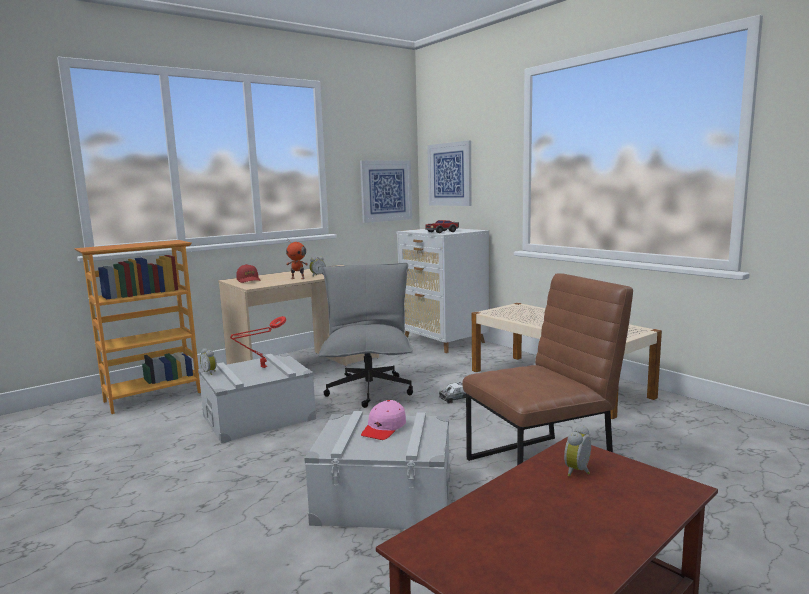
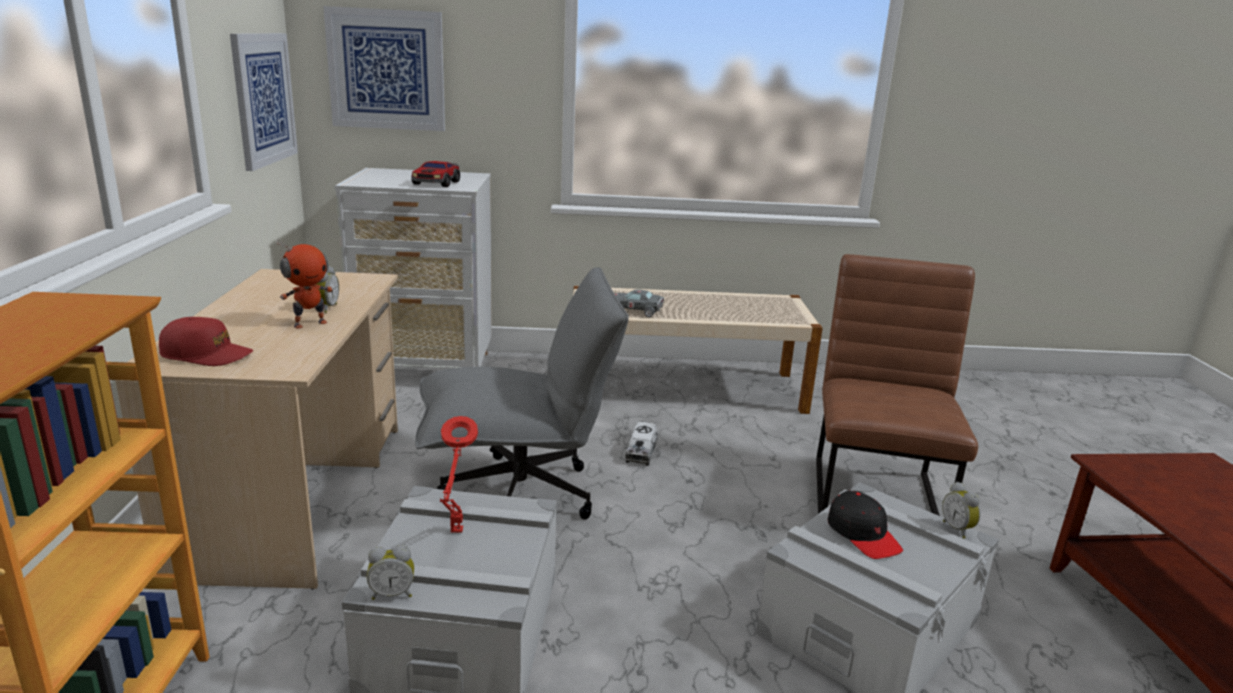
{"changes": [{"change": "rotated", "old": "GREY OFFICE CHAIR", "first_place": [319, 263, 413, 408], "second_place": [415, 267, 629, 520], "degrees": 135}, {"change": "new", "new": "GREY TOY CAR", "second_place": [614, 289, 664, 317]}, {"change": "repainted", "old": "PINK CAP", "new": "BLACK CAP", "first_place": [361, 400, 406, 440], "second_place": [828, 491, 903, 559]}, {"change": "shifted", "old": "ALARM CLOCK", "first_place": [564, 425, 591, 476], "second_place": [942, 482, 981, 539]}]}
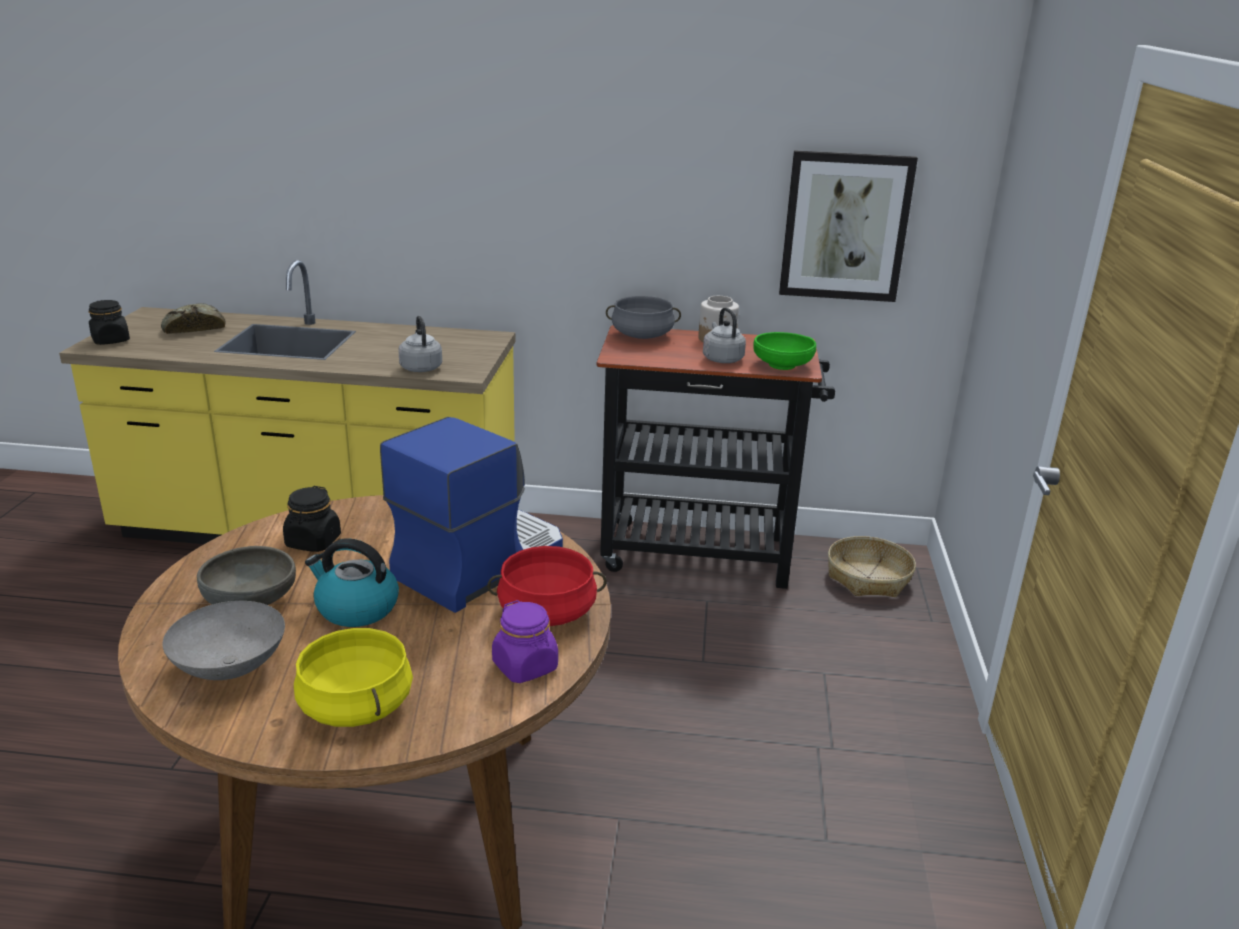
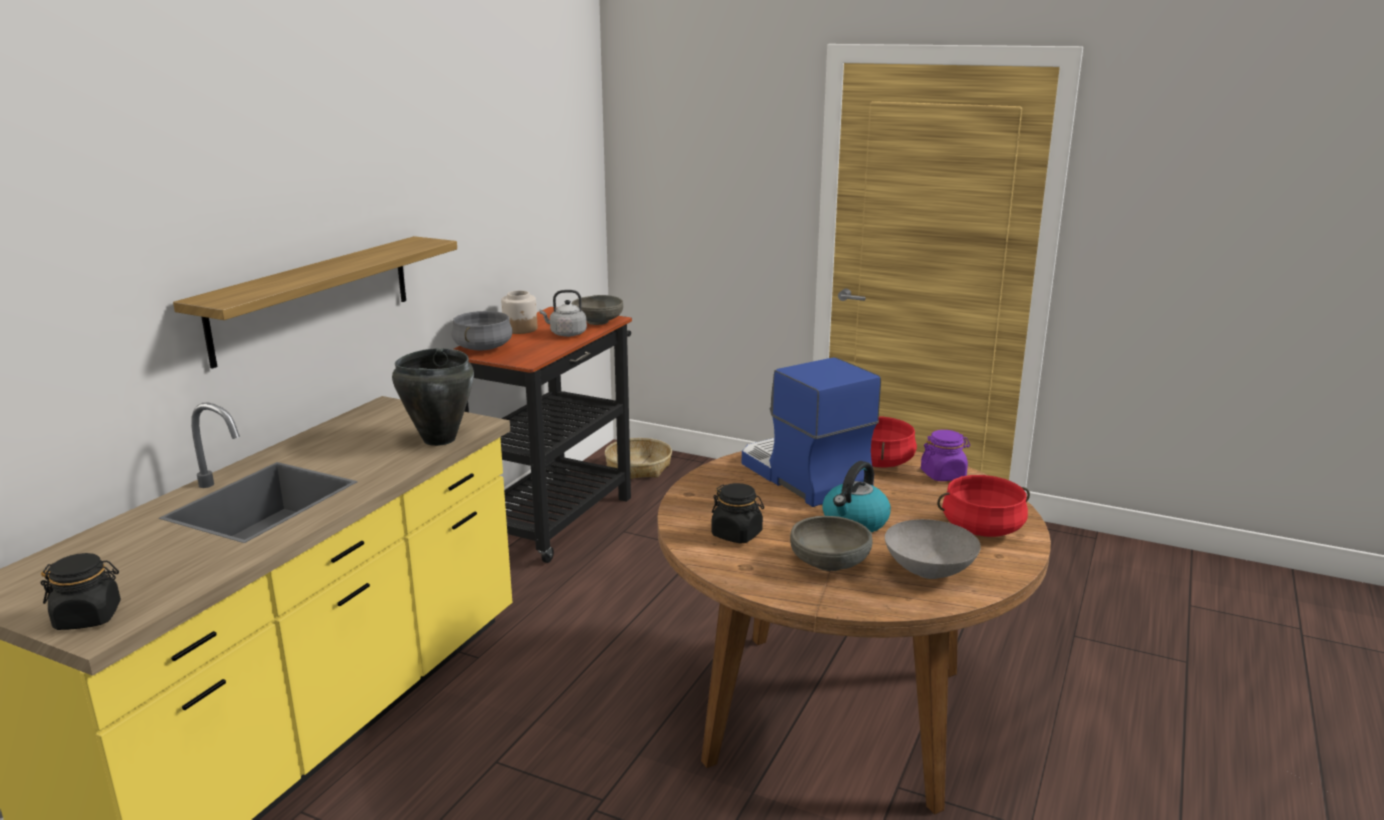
{"changes": [{"change": "new", "new": "SHELF", "second_place": [173, 236, 457, 369]}, {"change": "swapped", "old": "GREY KETTLE", "new": "BLACK COOKING POT", "first_place": [398, 316, 442, 372], "second_place": [392, 348, 474, 446]}, {"change": "repainted", "old": "GREEN BOWL", "new": "GREY BOWL", "first_place": [753, 332, 816, 370], "second_place": [572, 295, 623, 325]}, {"change": "repainted", "old": "YELLOW COOKING POT", "new": "RED COOKING POT", "first_place": [294, 627, 413, 727], "second_place": [937, 475, 1030, 537]}, {"change": "gone", "old": "BREAD", "first_place": [161, 303, 226, 334]}, {"change": "gone", "old": "PICTURE", "first_place": [779, 150, 918, 302]}]}
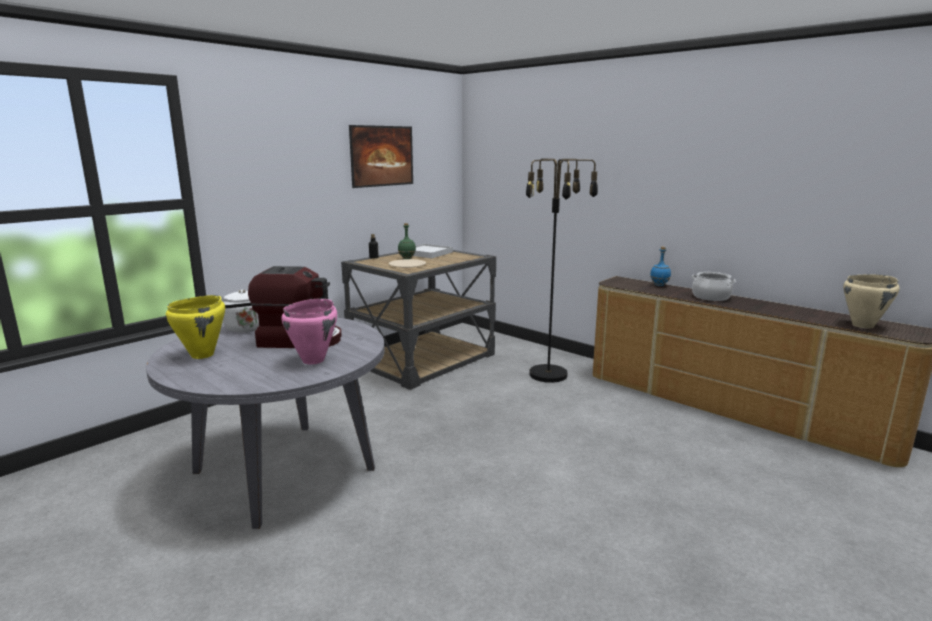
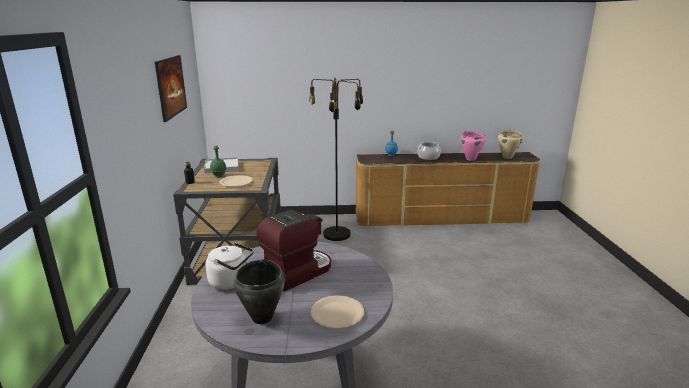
{"changes": [{"change": "repainted", "old": "YELLOW COOKING POT", "new": "BLACK COOKING POT", "first_place": [166, 295, 225, 359], "second_place": [234, 259, 285, 324]}, {"change": "new", "new": "BEIGE PLATE", "second_place": [311, 295, 364, 329]}, {"change": "shifted", "old": "PINK COOKING POT", "first_place": [281, 298, 337, 364], "second_place": [461, 131, 486, 161]}]}
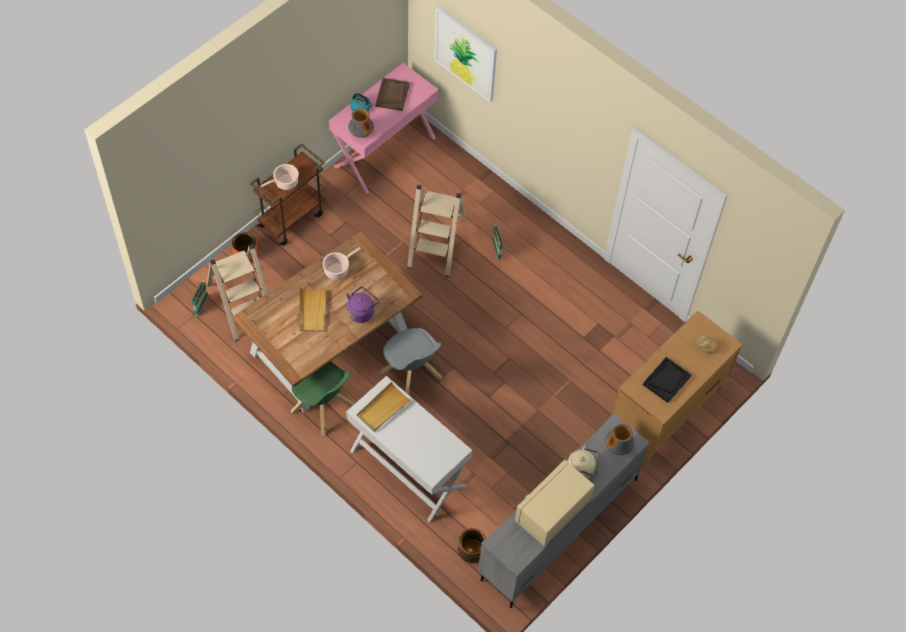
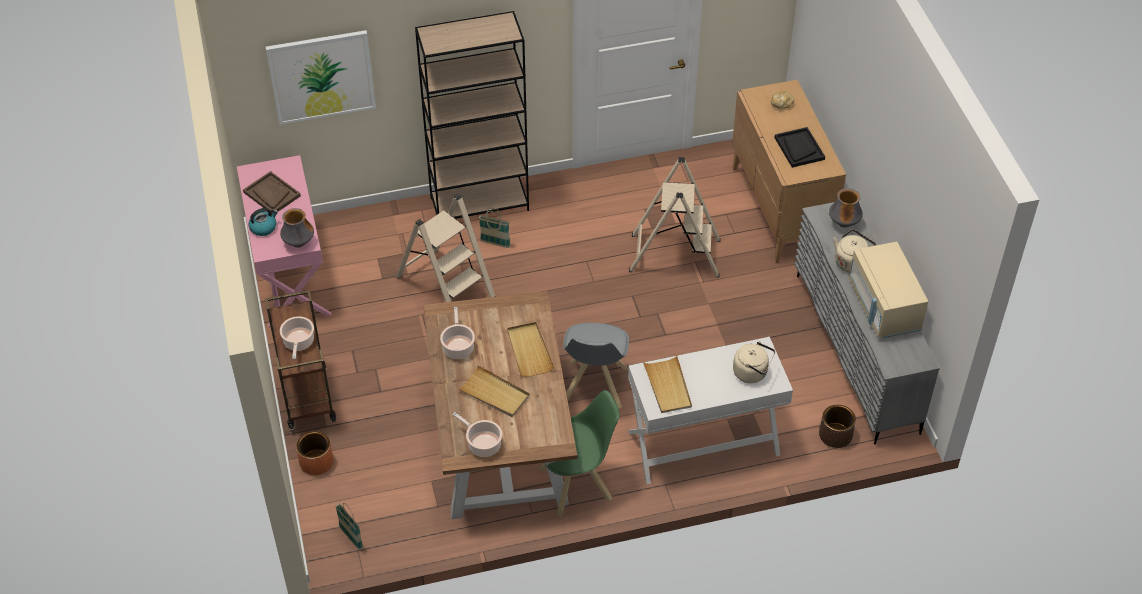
{"changes": [{"change": "new", "new": "BEIGE BOOKCASE", "second_place": [415, 11, 529, 219]}, {"change": "new", "new": "COOKING POT", "second_place": [452, 412, 502, 457]}, {"change": "swapped", "old": "PURPLE KETTLE", "new": "BEIGE TRAY", "first_place": [346, 287, 379, 323], "second_place": [507, 322, 555, 377]}, {"change": "rotated", "old": "GREY CHAIR", "first_place": [380, 328, 442, 395], "second_place": [563, 323, 629, 410], "degrees": 105}, {"change": "shifted", "old": "BEIGE STEP LADDER", "first_place": [206, 244, 267, 342], "second_place": [629, 157, 721, 278]}, {"change": "new", "new": "BEIGE KETTLE", "second_place": [733, 341, 775, 383]}]}
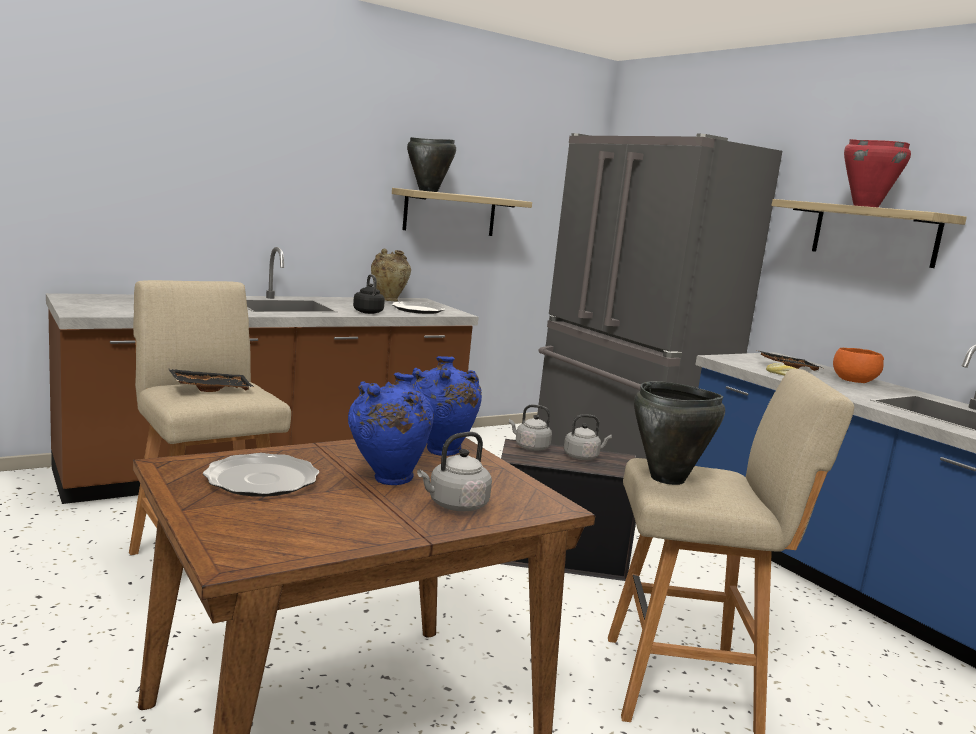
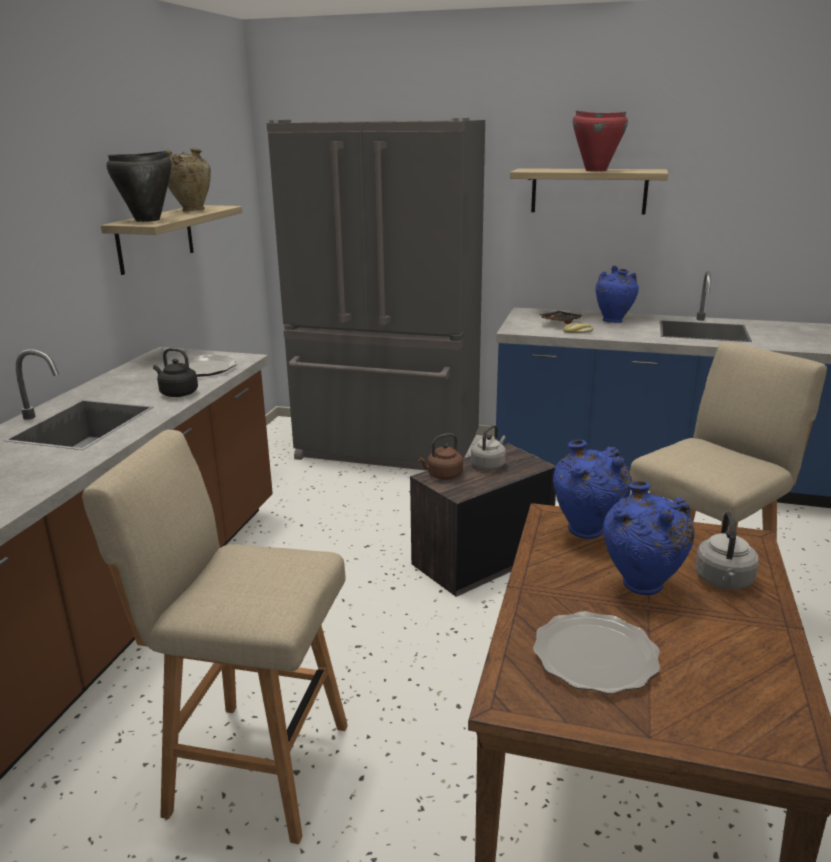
{"changes": [{"change": "shifted", "old": "BEIGE VASE", "first_place": [371, 249, 411, 301], "second_place": [166, 148, 211, 211]}, {"change": "repainted", "old": "GREY KETTLE", "new": "BROWN KETTLE", "first_place": [509, 404, 552, 451], "second_place": [418, 433, 463, 480]}, {"change": "swapped", "old": "ORANGE BOWL", "new": "BLUE VASE", "first_place": [833, 348, 884, 383], "second_place": [596, 266, 639, 323]}, {"change": "gone", "old": "BLACK TRAY", "first_place": [169, 369, 254, 392]}, {"change": "gone", "old": "BLACK COOKING POT", "first_place": [634, 381, 725, 485]}]}
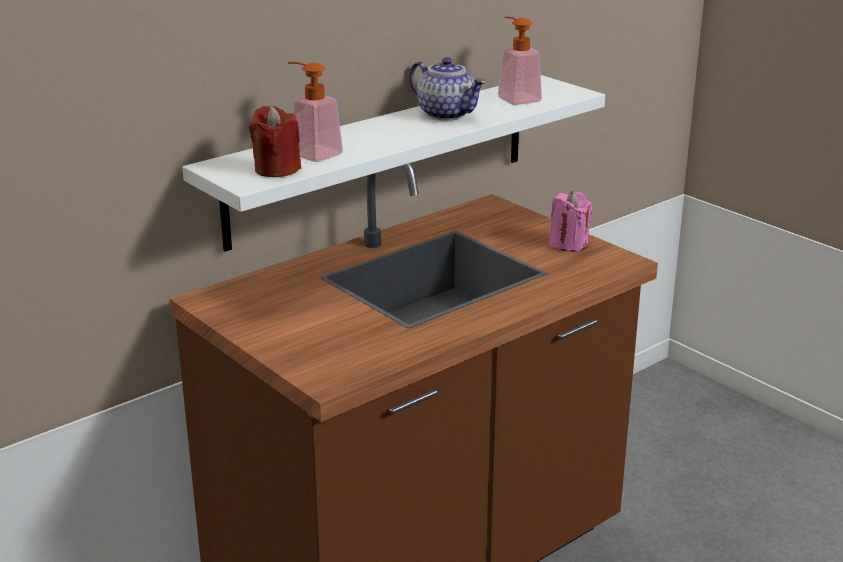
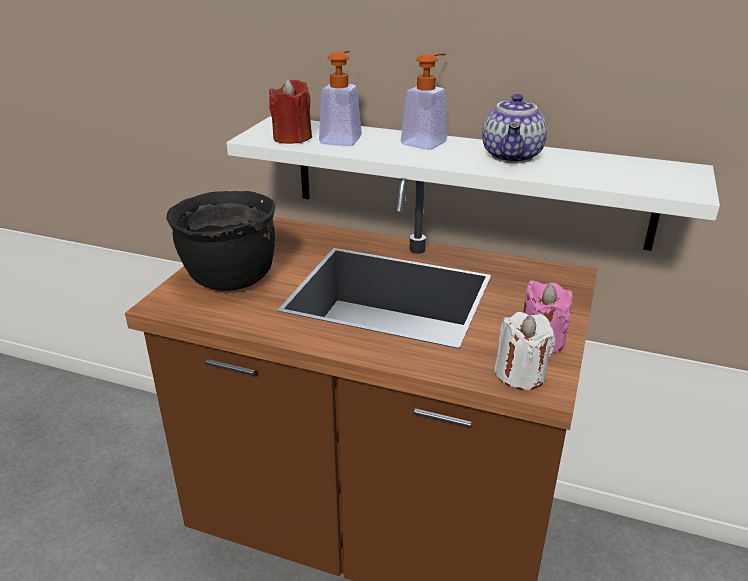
{"changes": [{"change": "new", "new": "BLACK COOKING POT", "second_place": [166, 191, 275, 291]}, {"change": "shifted", "old": "SOAP DISPENSER", "first_place": [498, 16, 542, 105], "second_place": [401, 53, 447, 150]}, {"change": "new", "new": "WHITE CANDLE", "second_place": [494, 312, 555, 390]}]}
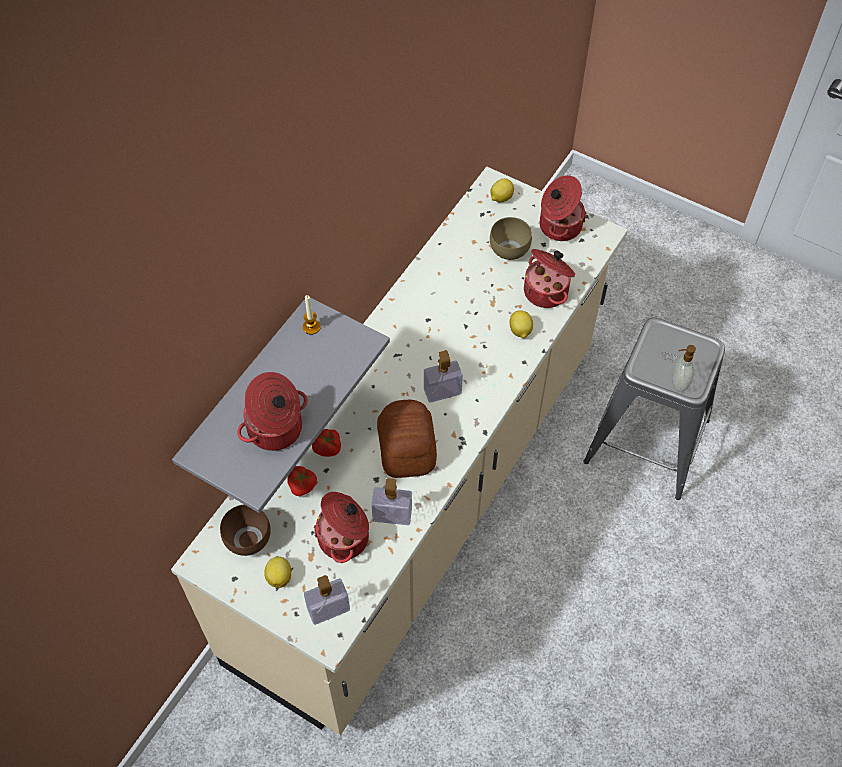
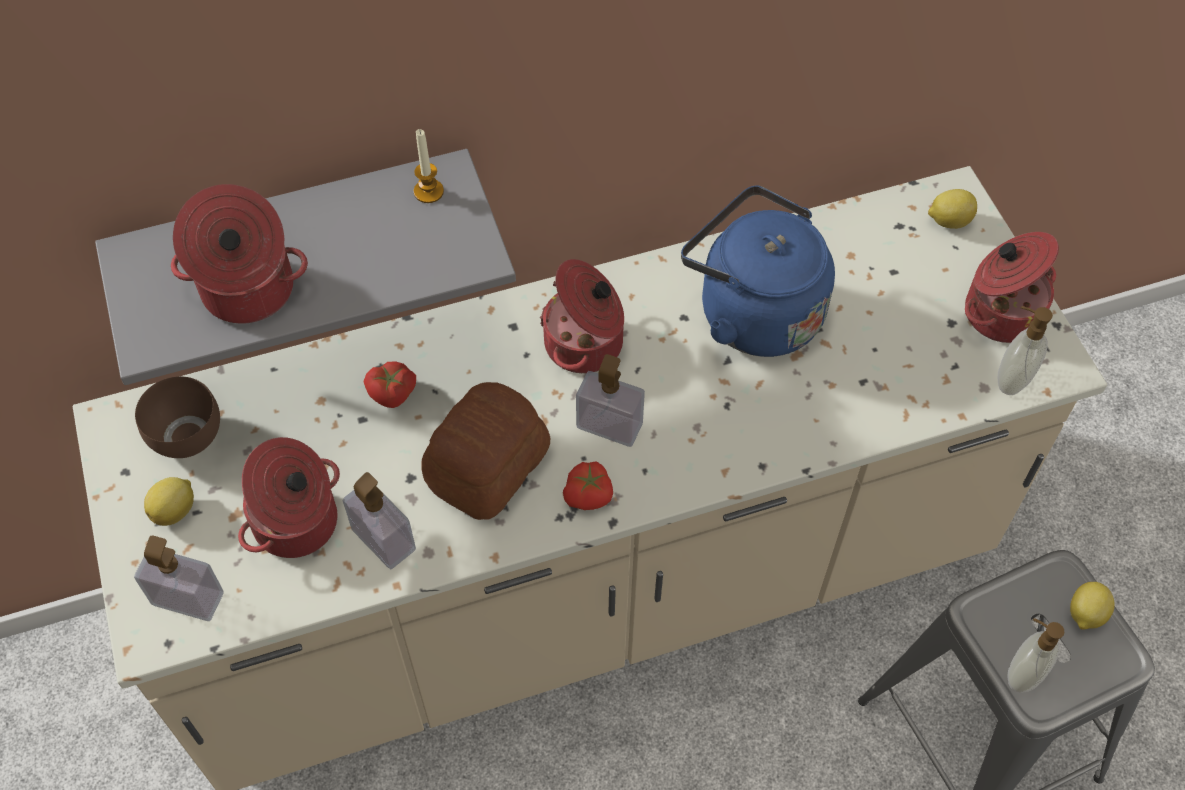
{"changes": [{"change": "shifted", "old": "COOKING POT", "first_place": [524, 249, 575, 308], "second_place": [540, 259, 624, 373]}, {"change": "shifted", "old": "TOMATO", "first_place": [287, 466, 317, 496], "second_place": [563, 461, 613, 510]}, {"change": "new", "new": "BLUE KETTLE", "second_place": [681, 185, 835, 357]}, {"change": "new", "new": "SOAP DISPENSER", "second_place": [998, 306, 1053, 395]}, {"change": "shifted", "old": "LEMON", "first_place": [510, 310, 533, 338], "second_place": [1070, 582, 1115, 630]}, {"change": "gone", "old": "BROWN BOWL", "first_place": [490, 217, 532, 260]}]}
